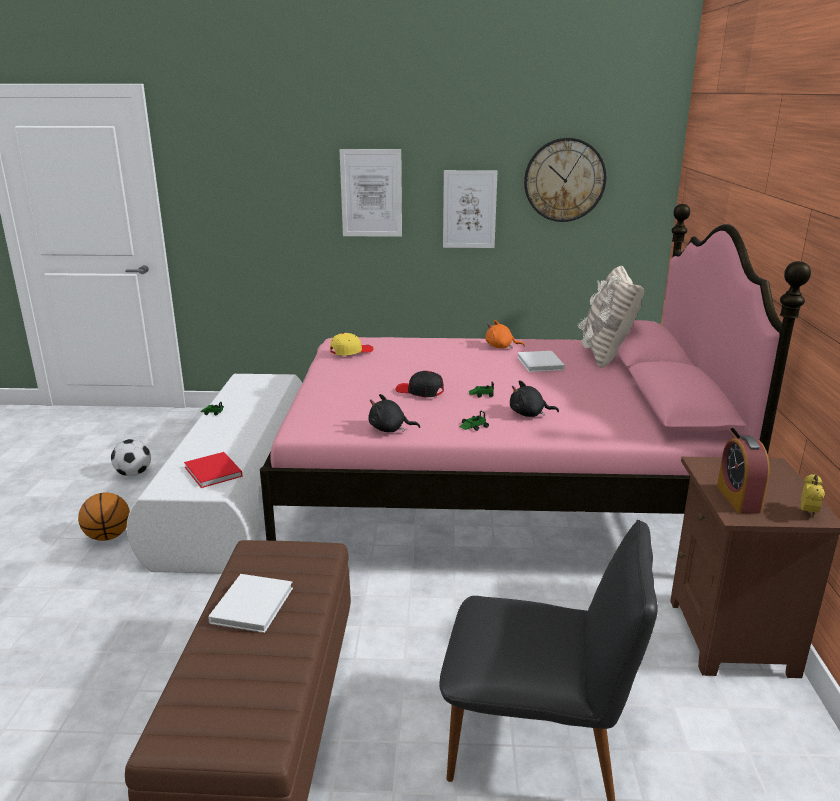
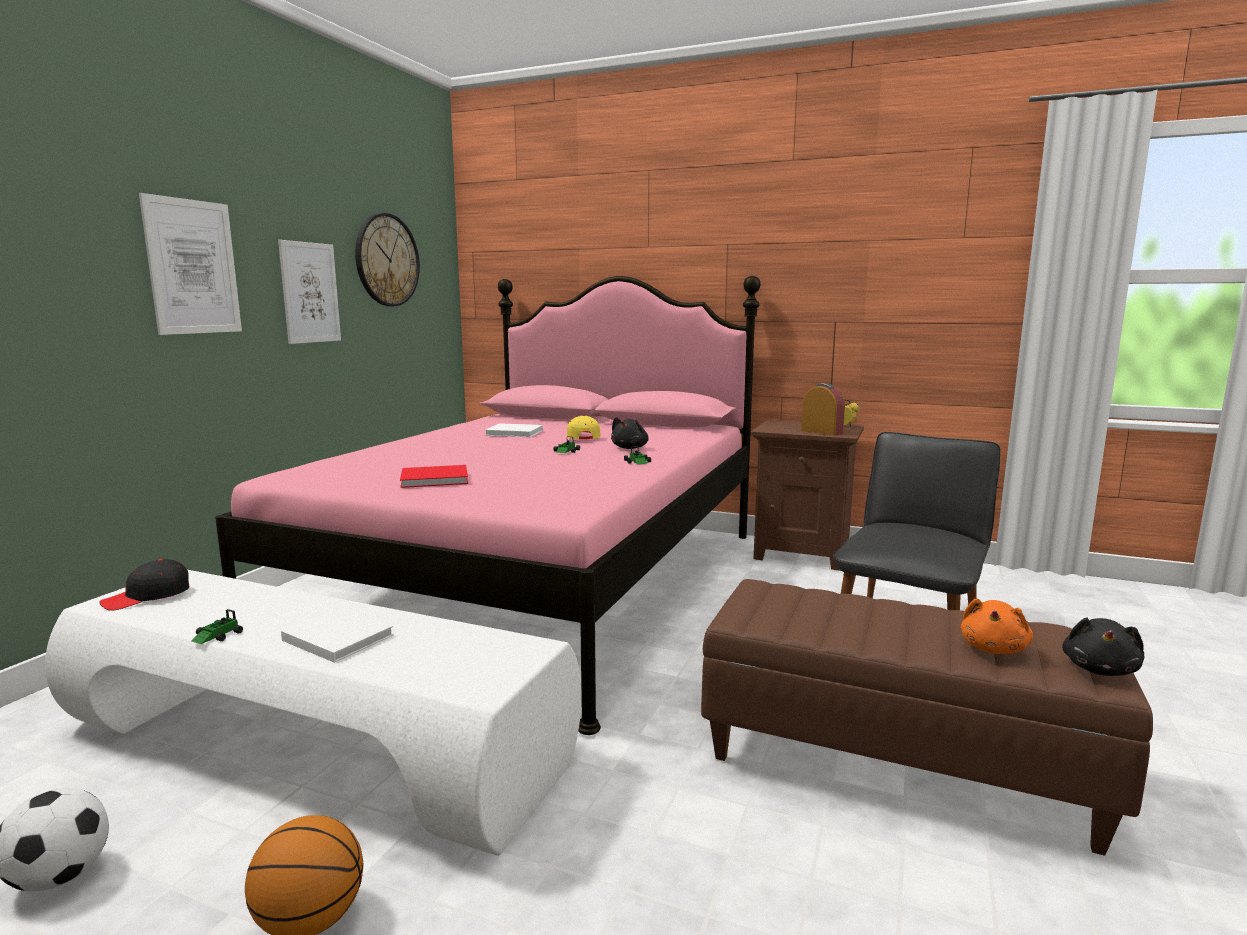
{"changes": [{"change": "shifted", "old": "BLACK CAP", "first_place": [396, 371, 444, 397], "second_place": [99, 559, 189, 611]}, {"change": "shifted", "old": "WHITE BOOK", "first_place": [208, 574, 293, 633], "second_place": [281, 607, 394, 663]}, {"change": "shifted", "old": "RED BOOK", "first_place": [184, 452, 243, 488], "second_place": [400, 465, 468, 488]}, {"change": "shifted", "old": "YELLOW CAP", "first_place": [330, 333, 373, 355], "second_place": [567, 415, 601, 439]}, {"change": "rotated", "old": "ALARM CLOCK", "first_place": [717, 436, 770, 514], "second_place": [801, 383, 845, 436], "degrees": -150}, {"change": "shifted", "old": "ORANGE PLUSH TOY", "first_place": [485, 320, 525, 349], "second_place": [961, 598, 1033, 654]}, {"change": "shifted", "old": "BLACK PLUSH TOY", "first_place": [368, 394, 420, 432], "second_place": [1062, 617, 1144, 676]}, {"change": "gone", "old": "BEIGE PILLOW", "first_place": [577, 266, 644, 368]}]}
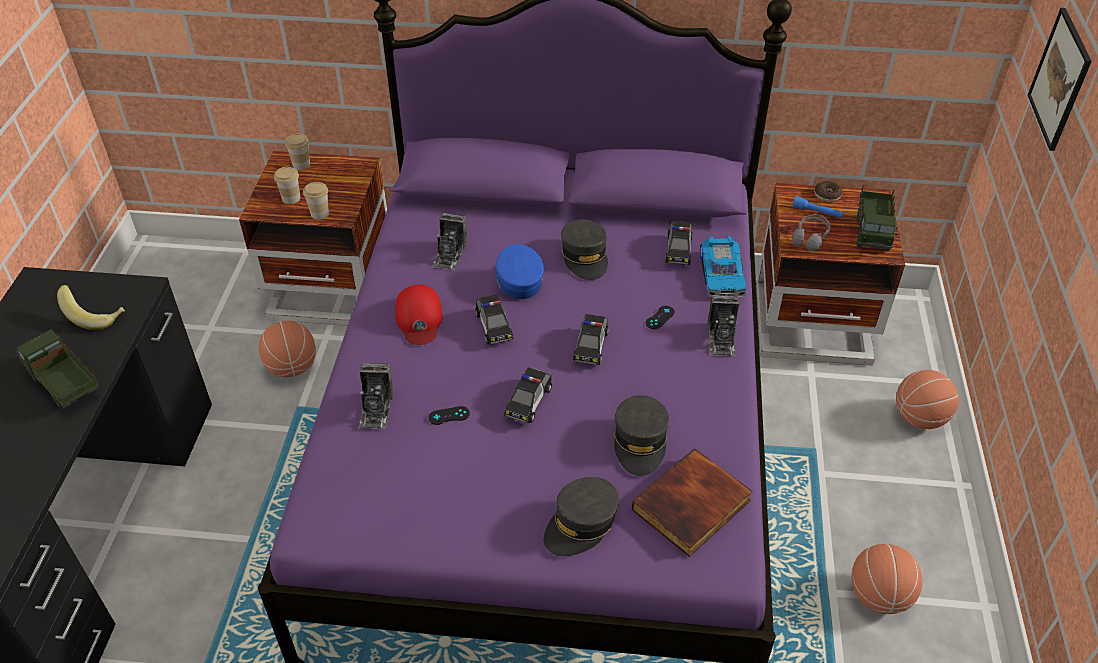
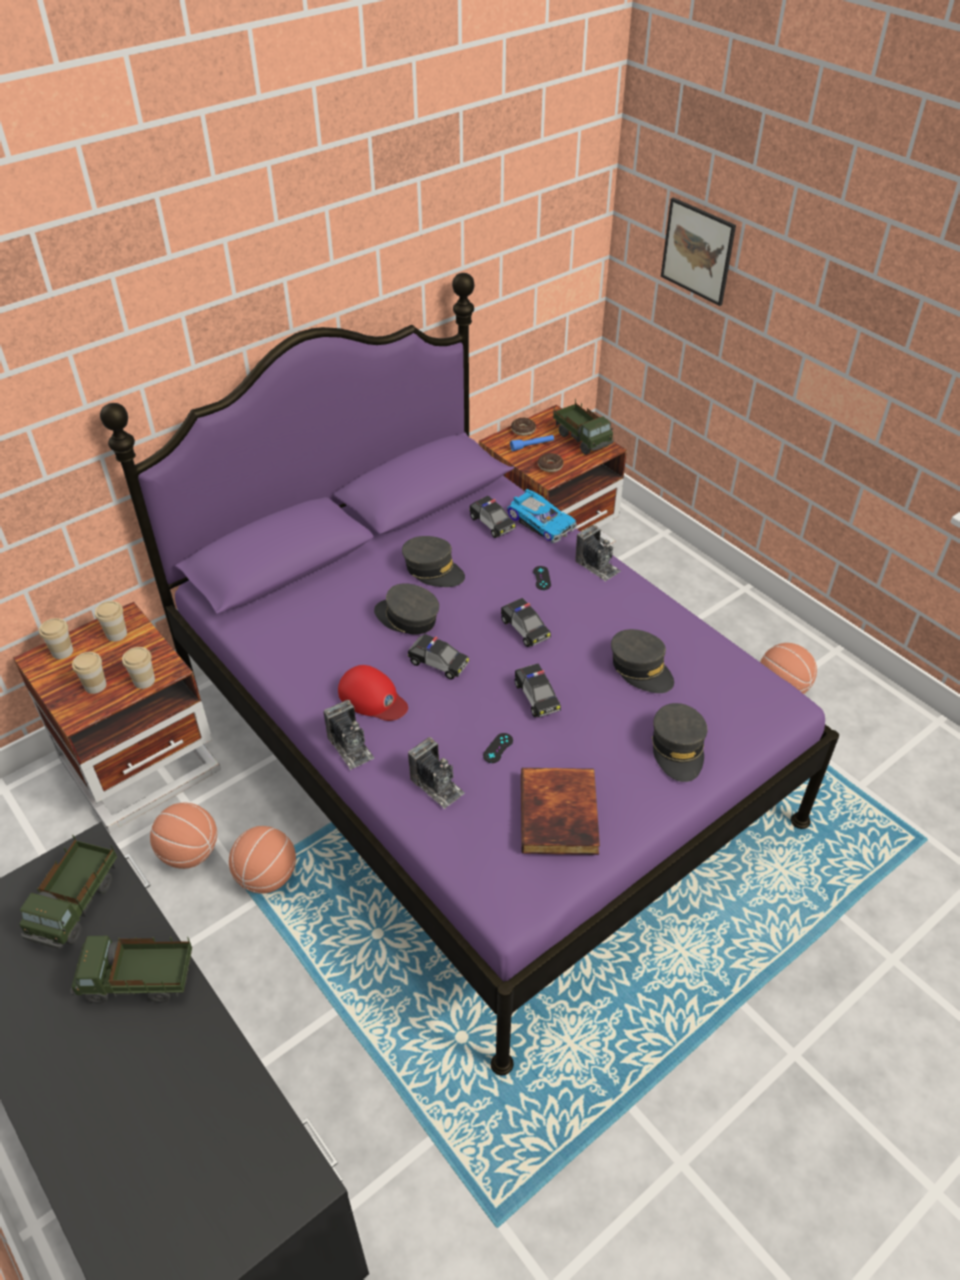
{"changes": [{"change": "swapped", "old": "BANANA", "new": "TOY TRUCK", "first_place": [57, 285, 125, 330], "second_place": [19, 835, 117, 949]}, {"change": "new", "new": "CUP", "second_place": [95, 601, 127, 641]}, {"change": "shifted", "old": "BASKETBALL", "first_place": [896, 370, 959, 429], "second_place": [229, 826, 296, 894]}, {"change": "shifted", "old": "PHOTO CAMERA", "first_place": [432, 213, 467, 270], "second_place": [324, 700, 374, 770]}, {"change": "repainted", "old": "BLUE CAP", "new": "GREY CAP", "first_place": [496, 244, 544, 299], "second_place": [374, 583, 439, 634]}, {"change": "shifted", "old": "BOOK", "first_place": [632, 448, 752, 557], "second_place": [521, 768, 600, 855]}, {"change": "swapped", "old": "GREY HEADPHONES", "new": "DONUT", "first_place": [792, 215, 831, 251], "second_place": [538, 453, 564, 472]}]}
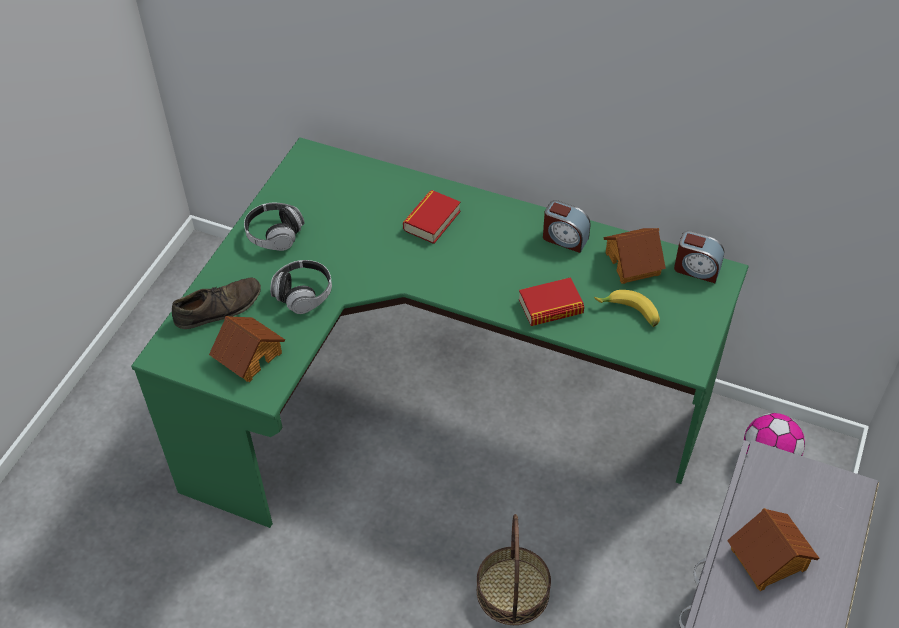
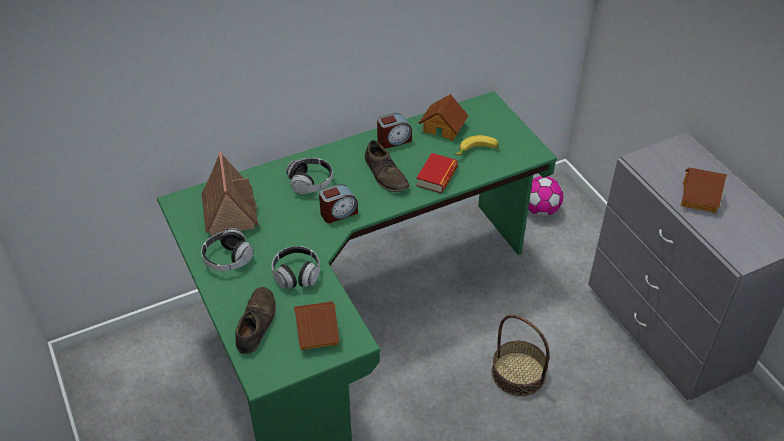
{"changes": [{"change": "new", "new": "TOY HOUSE", "second_place": [202, 152, 258, 236]}, {"change": "swapped", "old": "BOOK", "new": "HEADPHONES", "first_place": [403, 190, 461, 244], "second_place": [286, 158, 333, 194]}, {"change": "shifted", "old": "ALARM CLOCK", "first_place": [674, 231, 724, 283], "second_place": [319, 184, 358, 223]}, {"change": "new", "new": "BROWN SHOE", "second_place": [365, 140, 409, 192]}]}
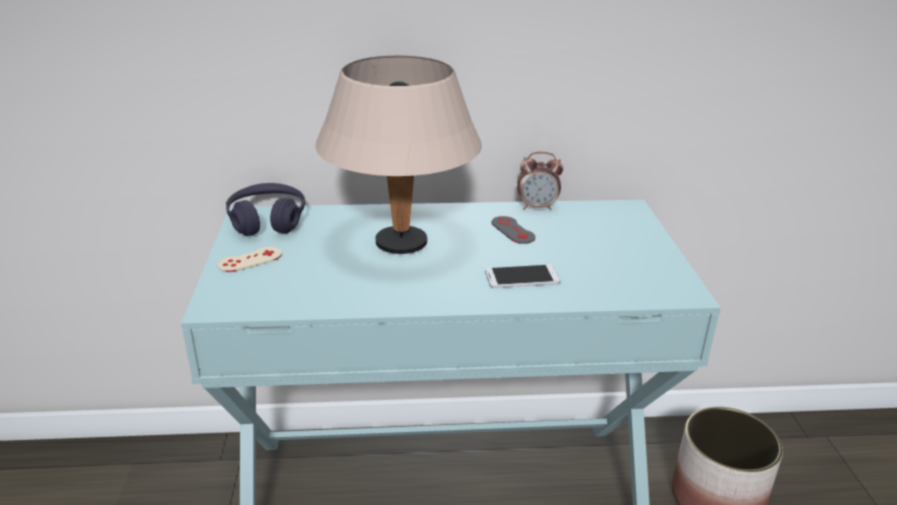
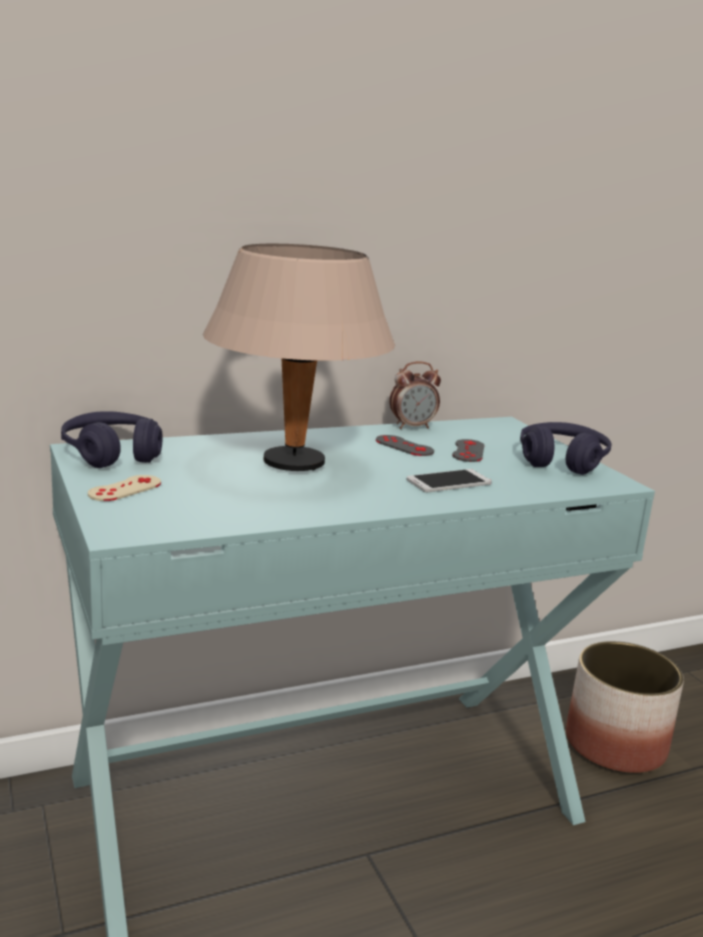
{"changes": [{"change": "new", "new": "GREY GAME CONTROLLER", "second_place": [452, 439, 484, 462]}, {"change": "new", "new": "PURPLE HEADPHONES", "second_place": [520, 422, 612, 475]}]}
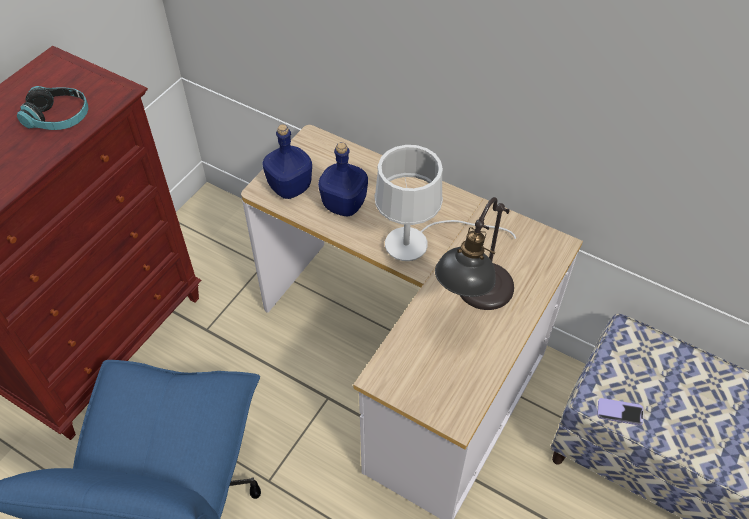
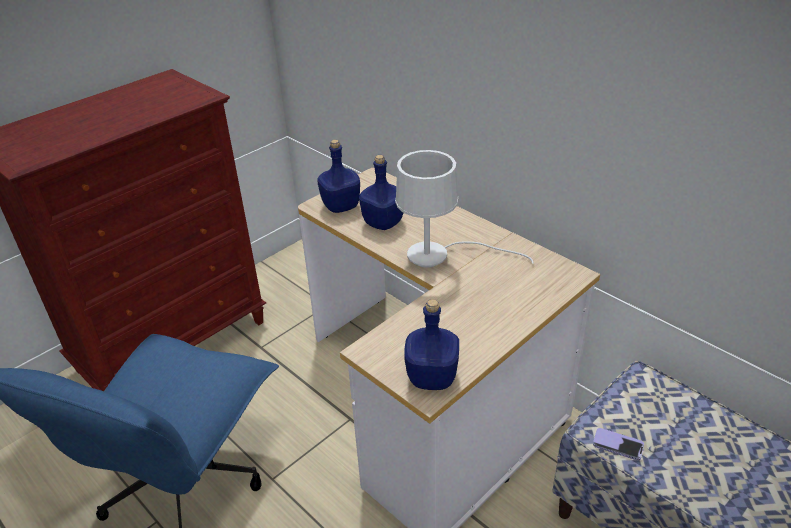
{"changes": [{"change": "new", "new": "BLUE BOTTLE", "second_place": [404, 299, 459, 390]}, {"change": "gone", "old": "HEADPHONES", "first_place": [17, 86, 88, 130]}, {"change": "gone", "old": "GREY TABLE LAMP", "first_place": [435, 197, 514, 310]}]}
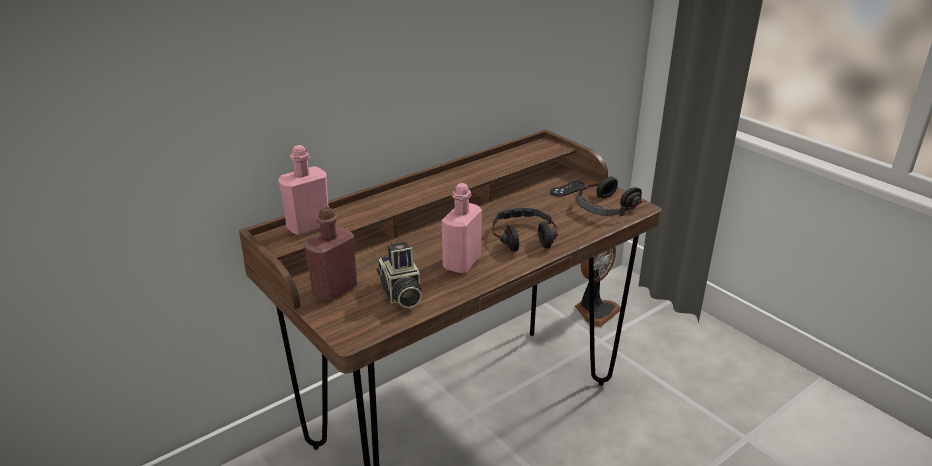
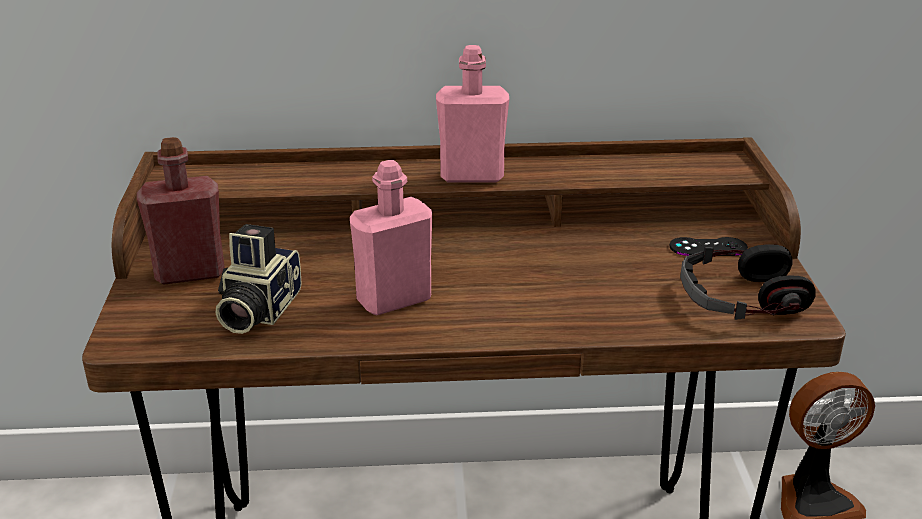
{"changes": [{"change": "shifted", "old": "PINK BOTTLE", "first_place": [279, 145, 329, 235], "second_place": [436, 45, 509, 183]}, {"change": "gone", "old": "HEADPHONES", "first_place": [492, 208, 558, 252]}]}
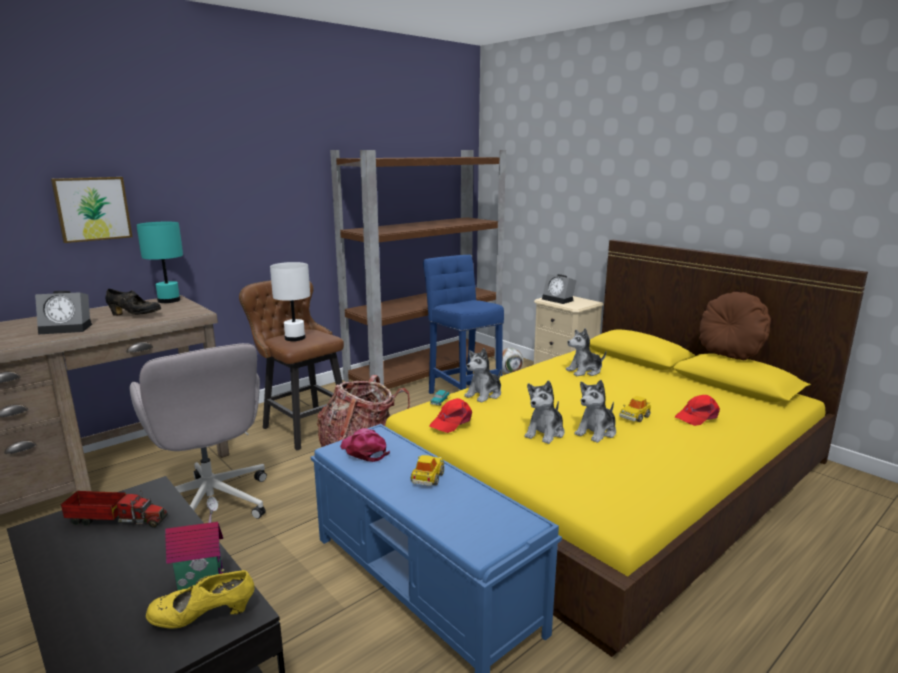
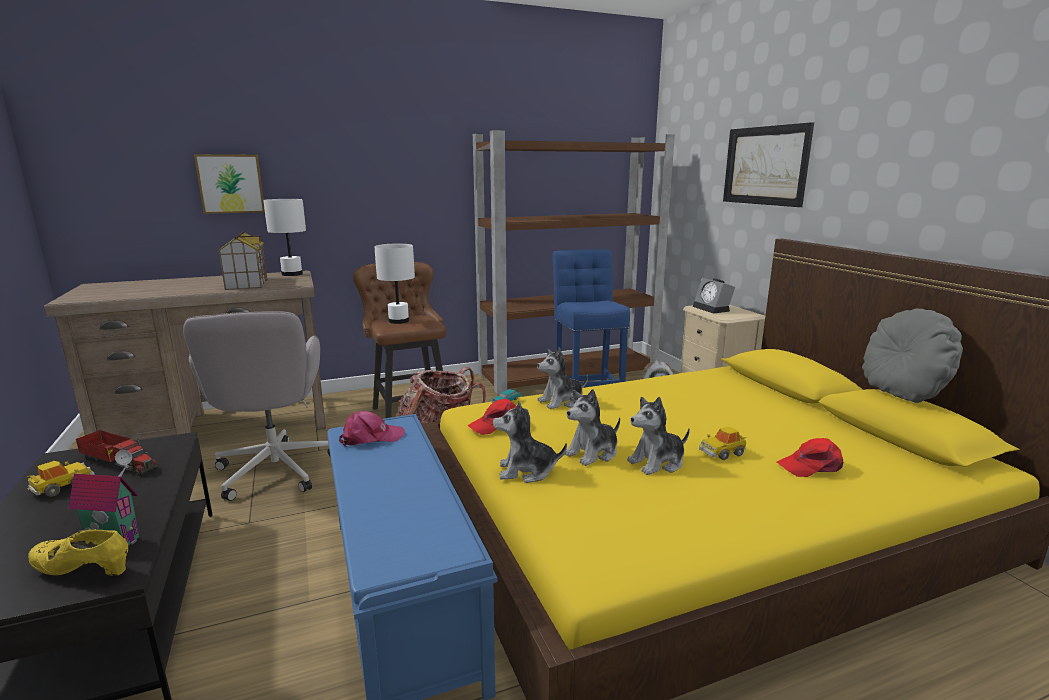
{"changes": [{"change": "shifted", "old": "TOY CAR", "first_place": [411, 455, 444, 486], "second_place": [27, 461, 95, 497]}, {"change": "swapped", "old": "BLACK SHOE", "new": "TOY HOUSE", "first_place": [105, 289, 161, 316], "second_place": [217, 231, 269, 290]}, {"change": "repainted", "old": "TURQUOISE TABLE LAMP", "new": "WHITE TABLE LAMP", "first_place": [137, 222, 183, 303], "second_place": [263, 199, 306, 276]}, {"change": "rotated", "old": "PINK CAP", "first_place": [340, 428, 390, 462], "second_place": [339, 411, 405, 447], "degrees": 90}, {"change": "shifted", "old": "PLUSH TOY", "first_place": [566, 328, 606, 376], "second_place": [493, 401, 567, 483]}, {"change": "new", "new": "PICTURE", "second_place": [723, 122, 814, 207]}, {"change": "repainted", "old": "BROWN PILLOW", "new": "GREY PILLOW", "first_place": [699, 292, 771, 360], "second_place": [862, 308, 963, 403]}, {"change": "gone", "old": "ALARM CLOCK", "first_place": [35, 291, 92, 334]}]}
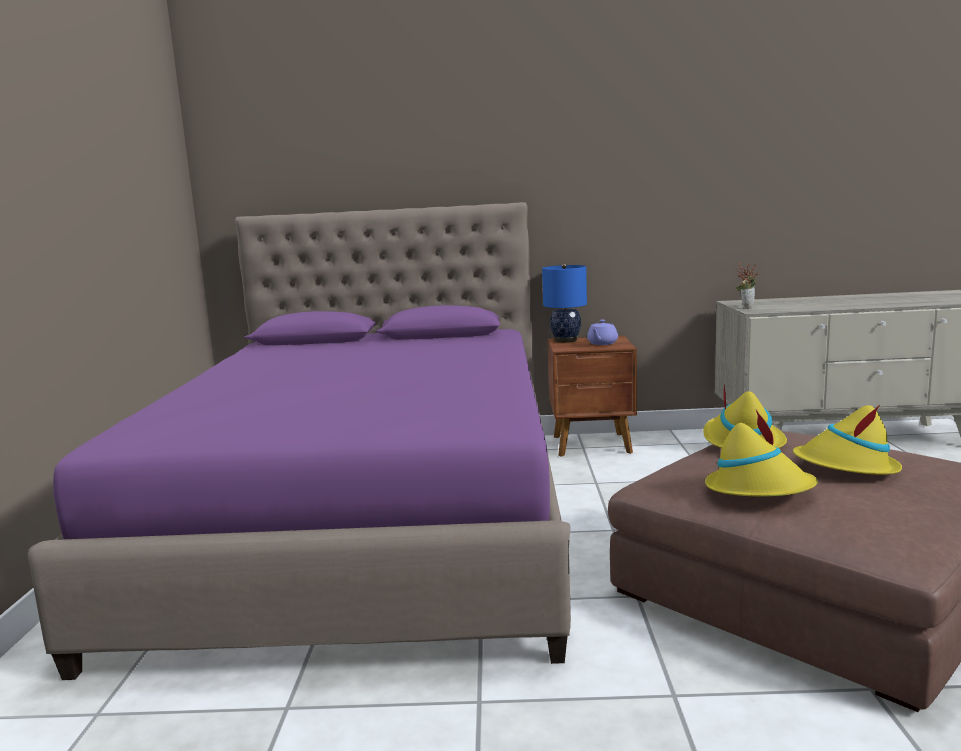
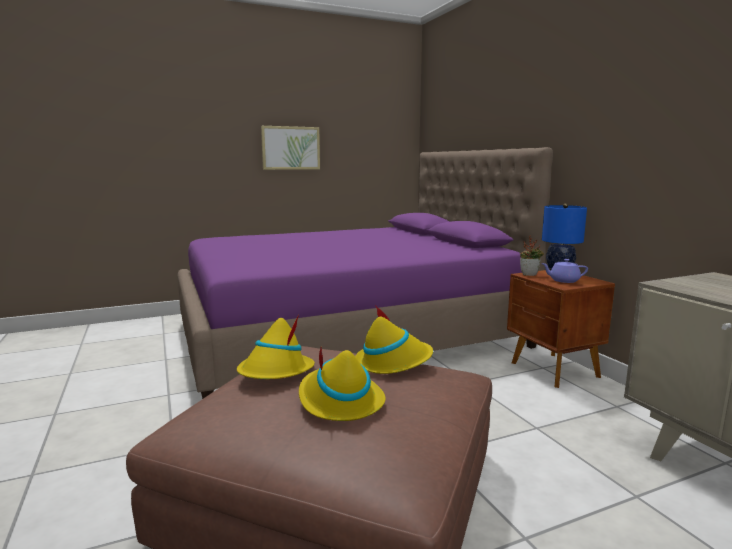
{"changes": [{"change": "new", "new": "PICTURE", "second_place": [261, 126, 320, 170]}, {"change": "shifted", "old": "POTTED PLANT", "first_place": [736, 263, 759, 309], "second_place": [520, 236, 544, 276]}]}
